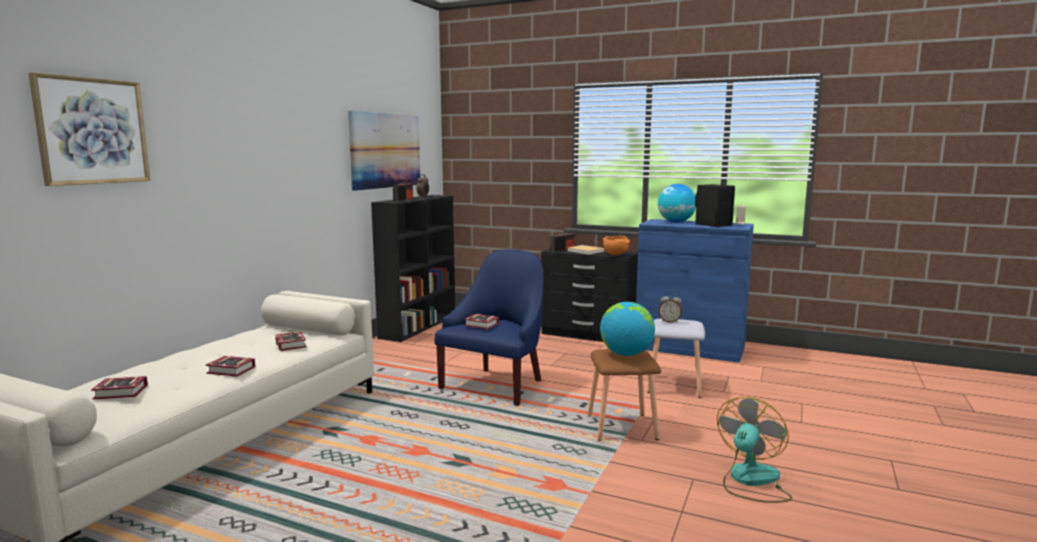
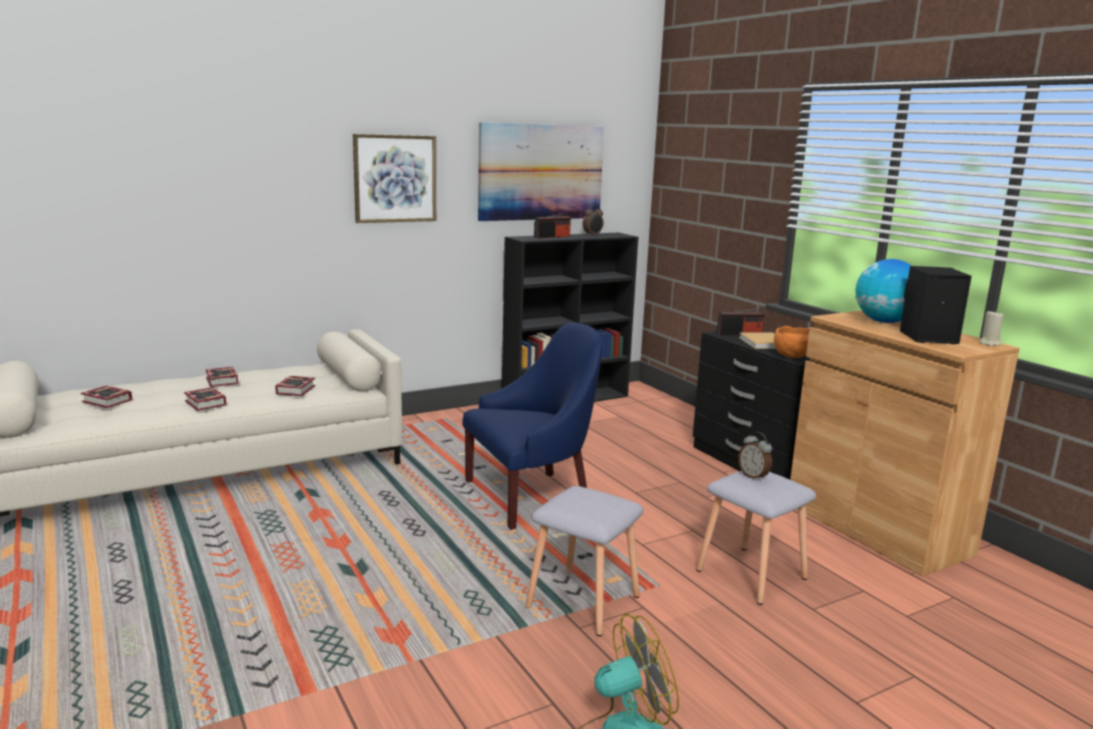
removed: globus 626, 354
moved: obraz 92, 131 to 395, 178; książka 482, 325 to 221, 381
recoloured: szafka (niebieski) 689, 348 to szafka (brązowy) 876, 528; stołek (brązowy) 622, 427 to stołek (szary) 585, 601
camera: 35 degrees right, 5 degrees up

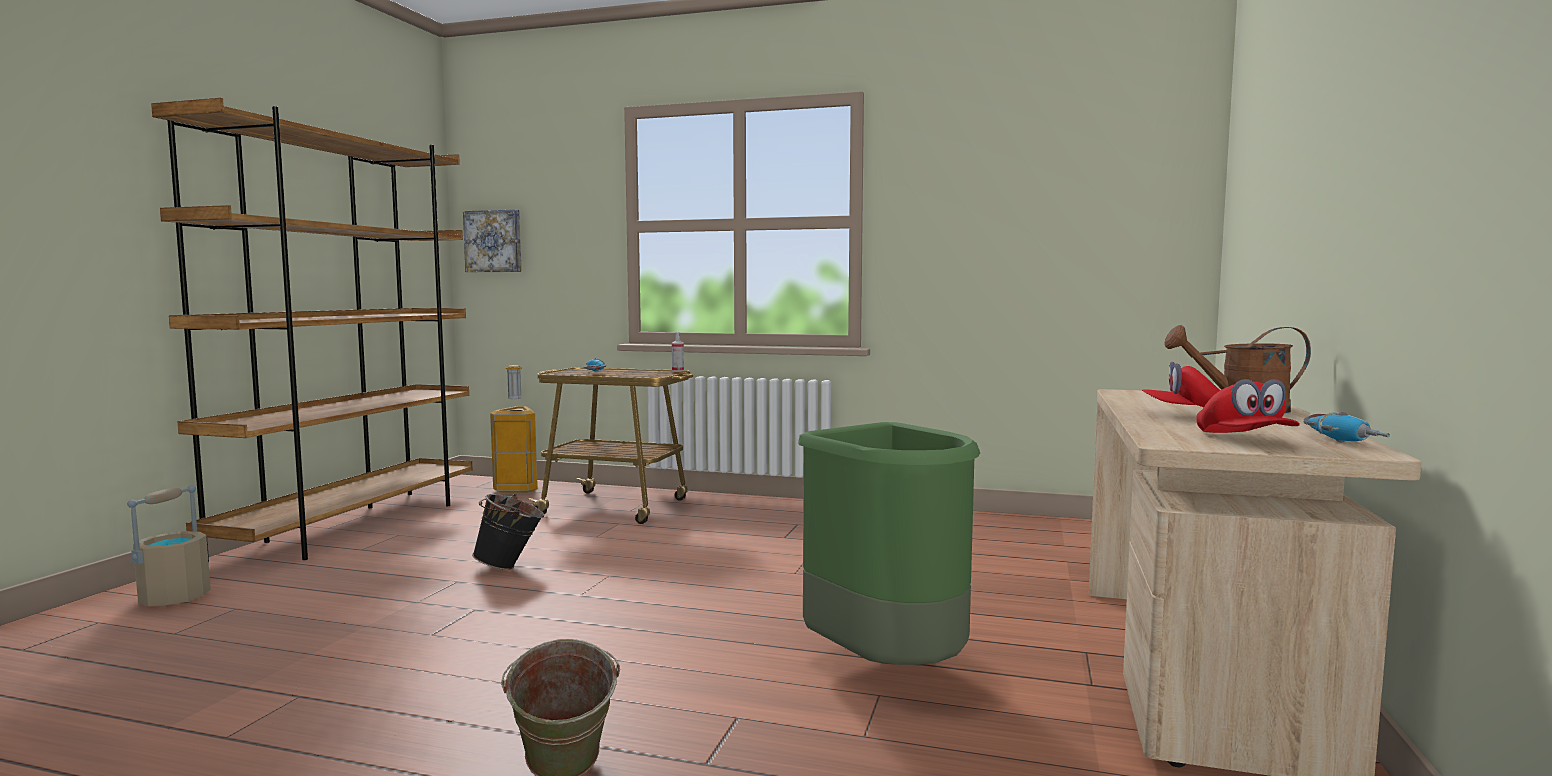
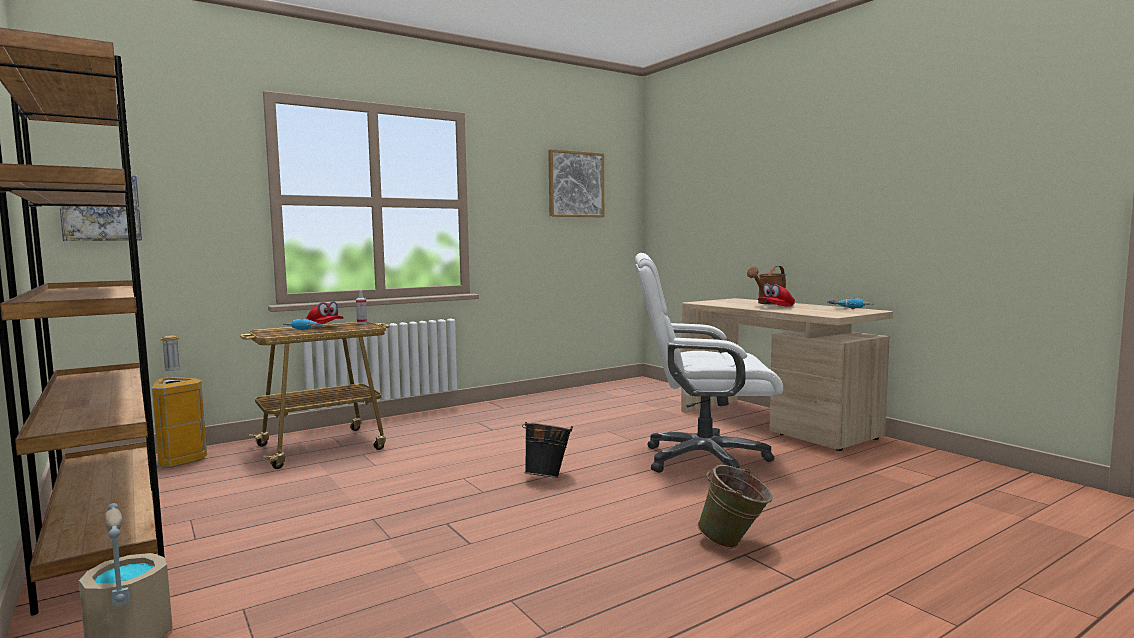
added: obraz 575, 184
moved: czapka z daszkiem (czerwony) 1244, 440 to 324, 326; wiadro (czarny) 511, 567 to 547, 477
replaced: kosz na śmieci (zielony) 889, 667 to krzesło biurowe (biały) 703, 460
camera: 50 degrees left, 0 degrees up

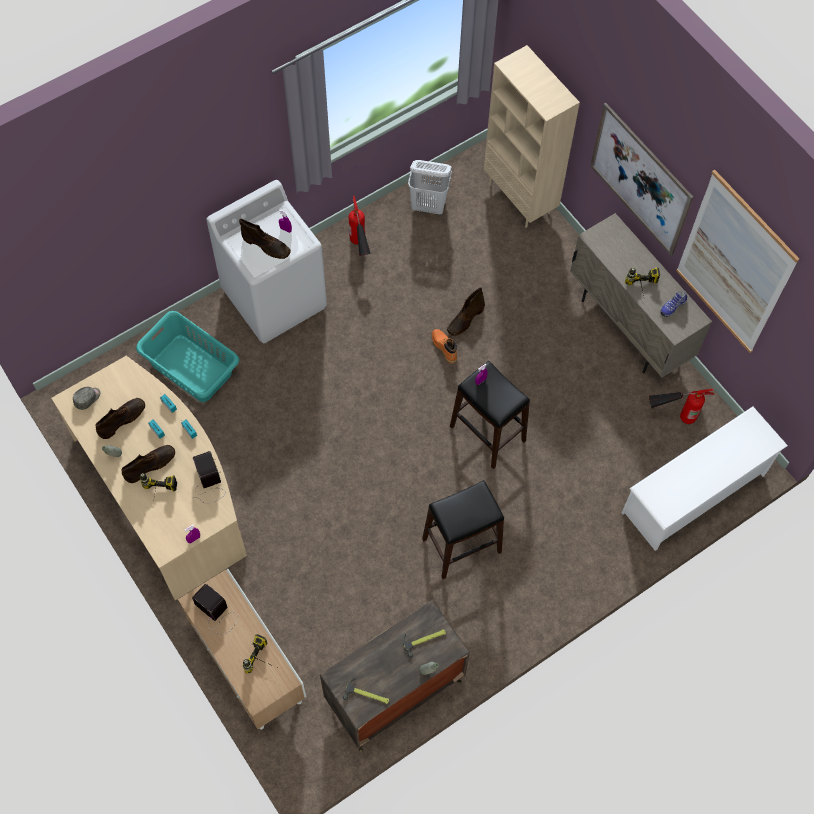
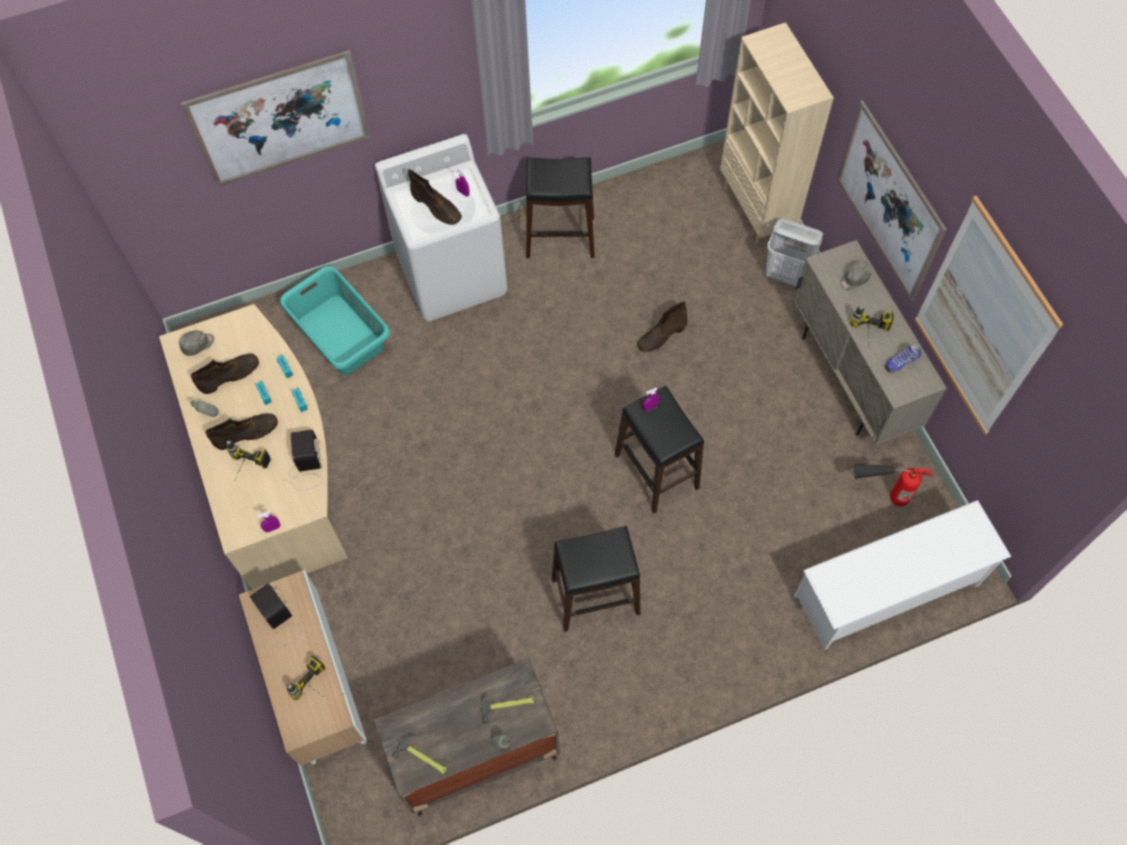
removed: but z cholewką (pomarańczowy) 444, 347
added: obraz 280, 119; czapka z daszkiem (szary) 854, 279
moved: kosz na pranie (biały) 429, 205 to 786, 274
replaced: gaśnica 360, 250 to stołek (czarny) 560, 237
camera: 15 degrees right, 0 degrees up

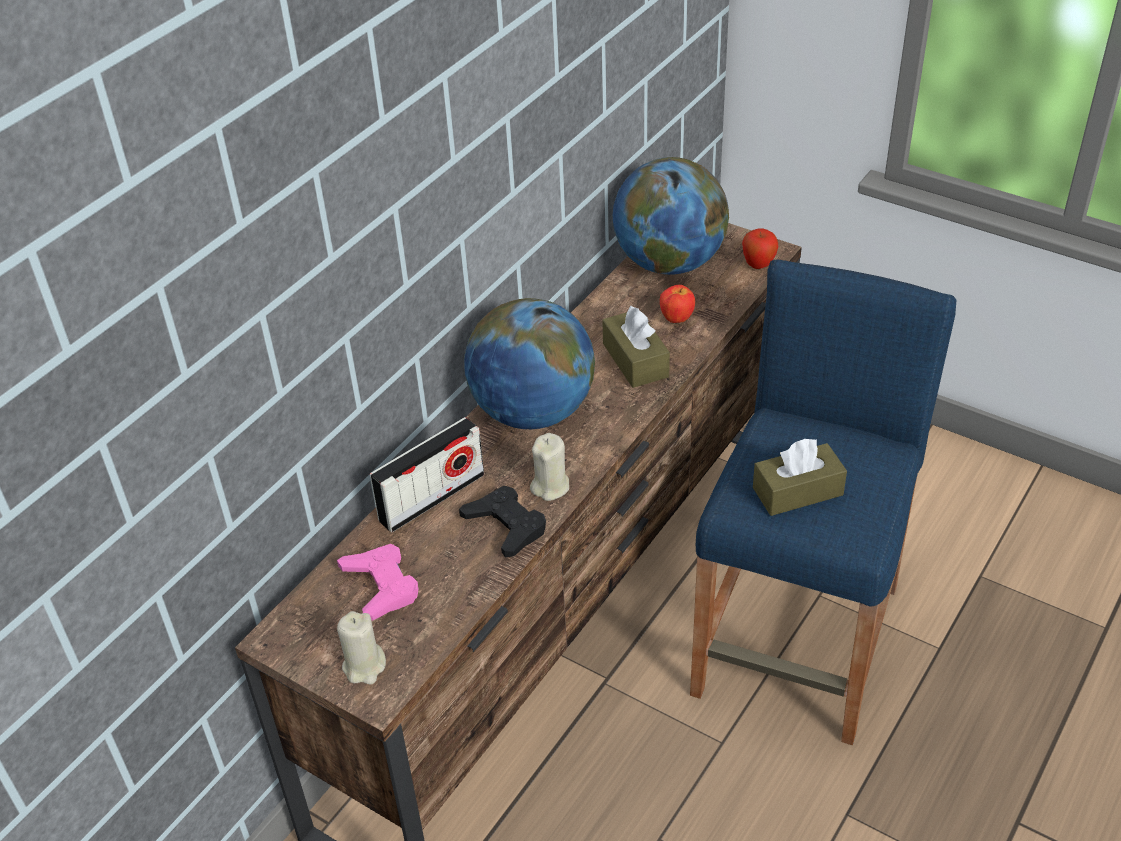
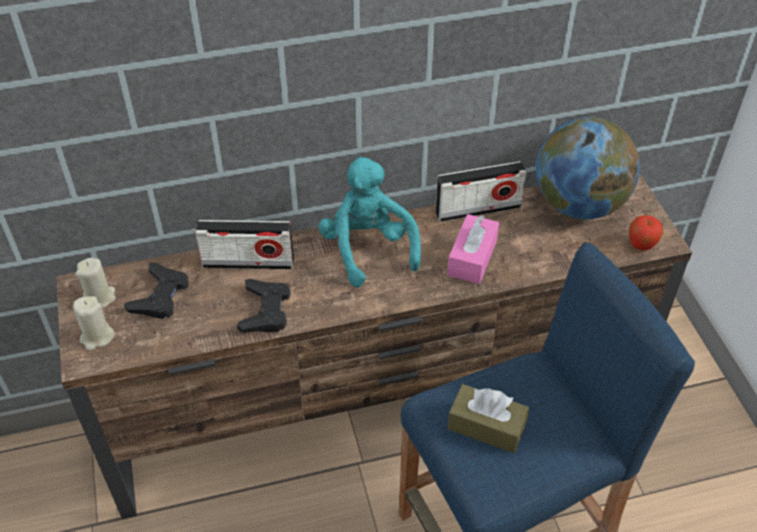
removed: jabłko 677, 319
added: radio 478, 209
moved: świeca (beżowy) 550, 486 to 99, 297
replaced: globus 533, 412 to pluszak (turkusowy) 368, 248
recoloured: pudełko chusteczek (brązowy) 635, 360 to pudełko chusteczek (różowy) 472, 258; pad do gier (różowy) 381, 586 to pad do gier (czarny) 160, 296
camera: 40 degrees right, 5 degrees up

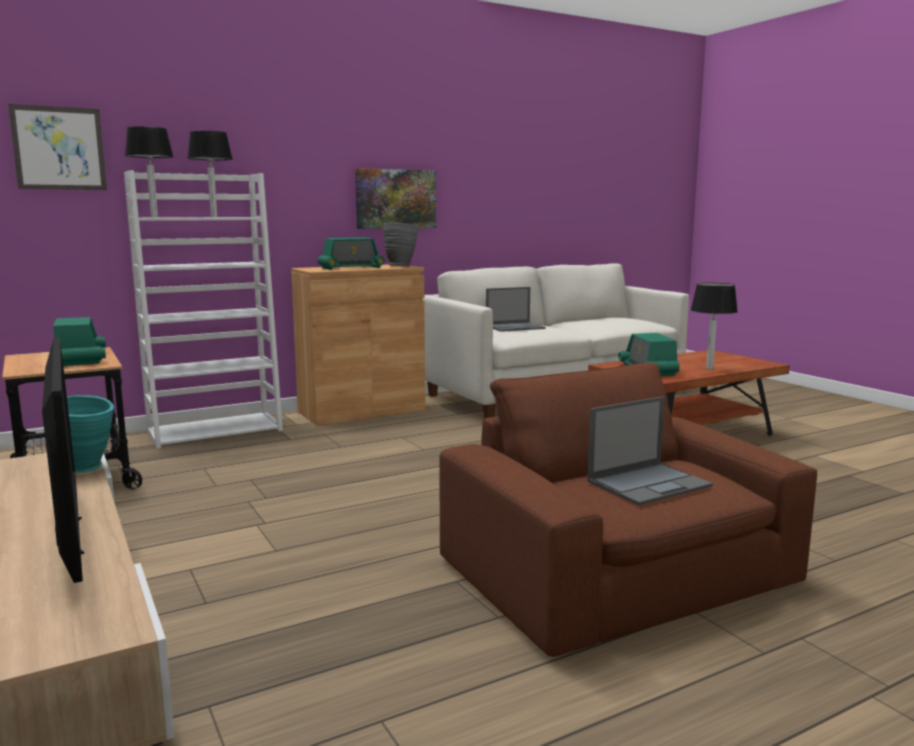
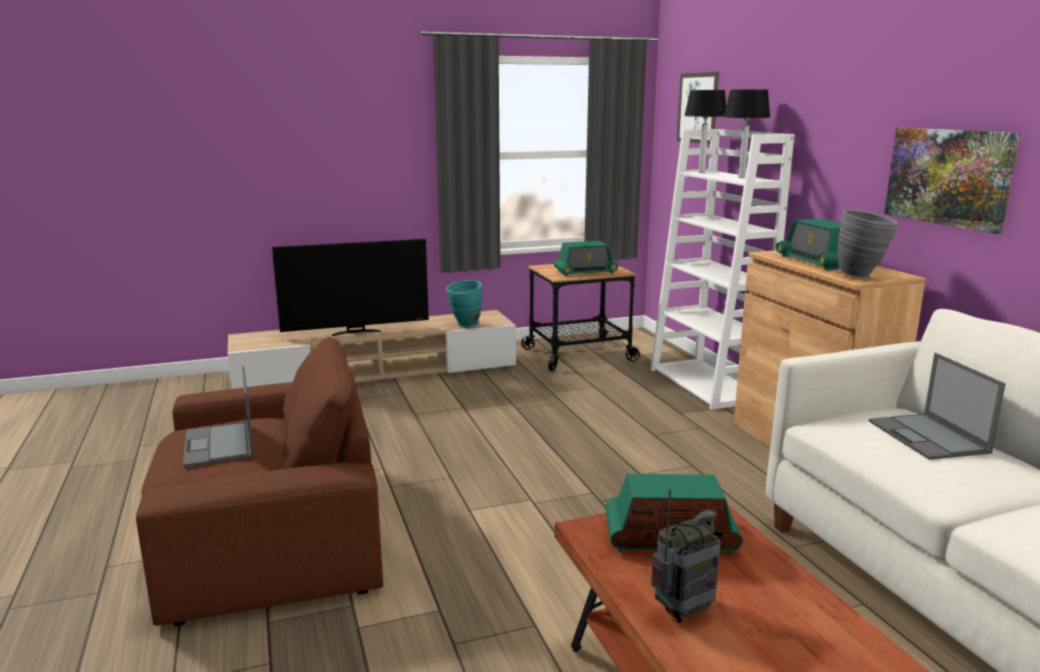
replaced: lampa stołowa 709, 368 to radio 683, 611
camera: 100 degrees right, 5 degrees up

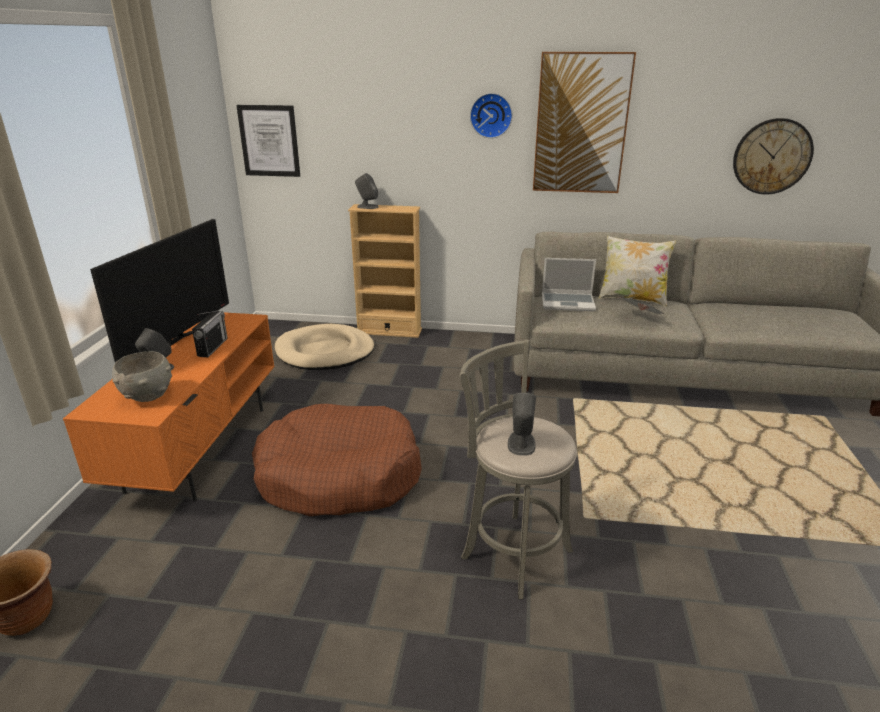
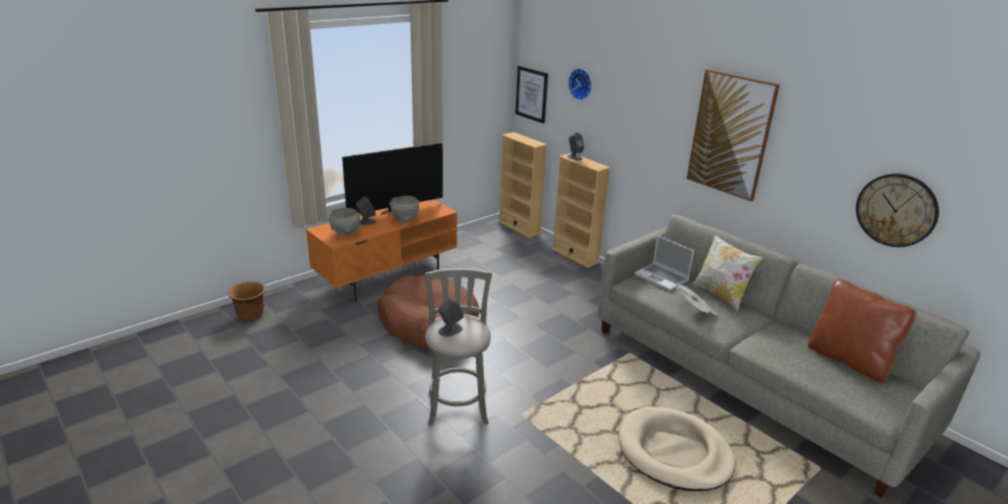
added: regał (beżowy) 519, 228; poduszka (brązowy) 848, 360
moved: zegar ścienny 491, 115 to 581, 84; legowisko (beżowy) 325, 352 to 674, 452
replaced: radio 212, 347 to miska (szary) 405, 220
camera: 40 degrees right, 0 degrees up

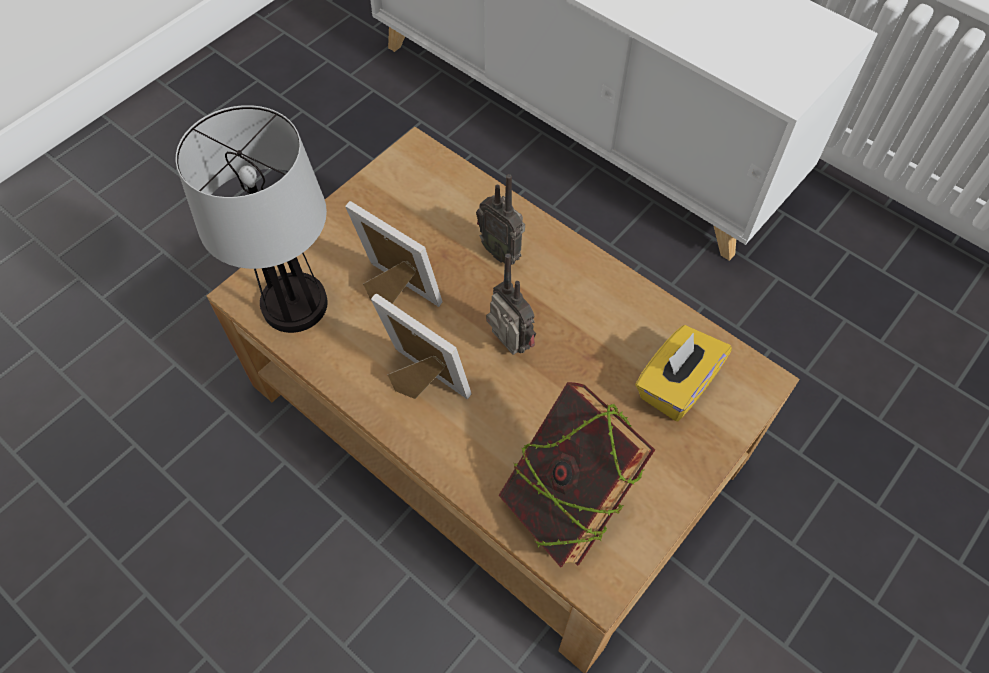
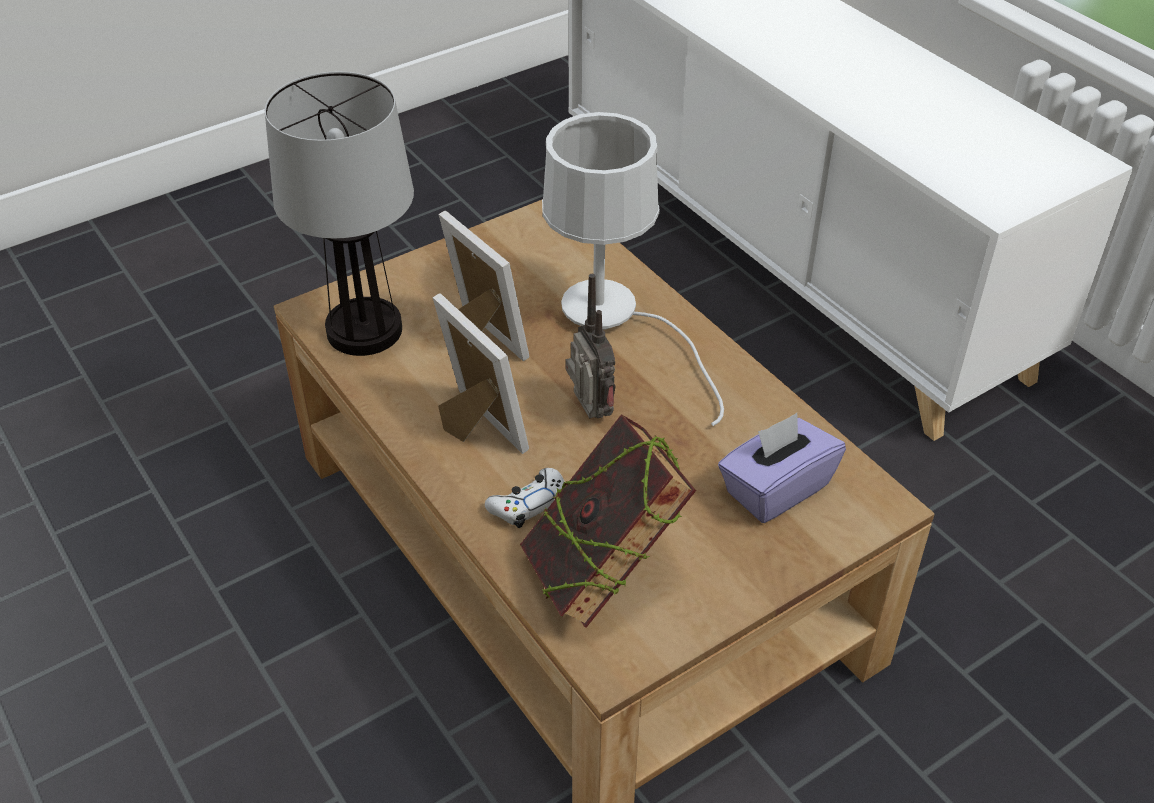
added: pad do gier (biały) 528, 504
replaced: radio 502, 251 to lampa stołowa (biały) 616, 323
recoloured: pudełko chusteczek (żółty) 676, 385 to pudełko chusteczek (fioletowy) 775, 489
camera: 15 degrees right, 15 degrees down

